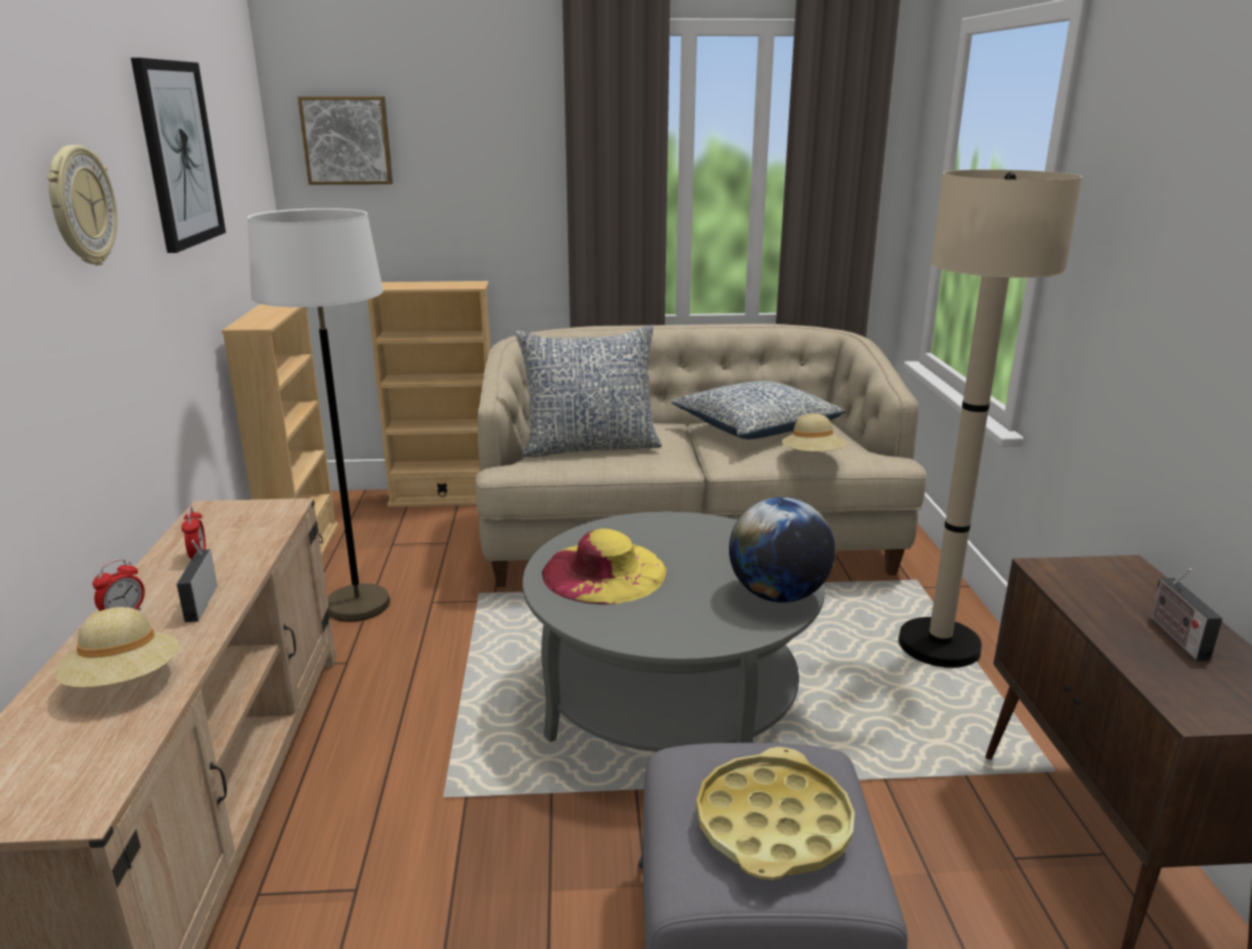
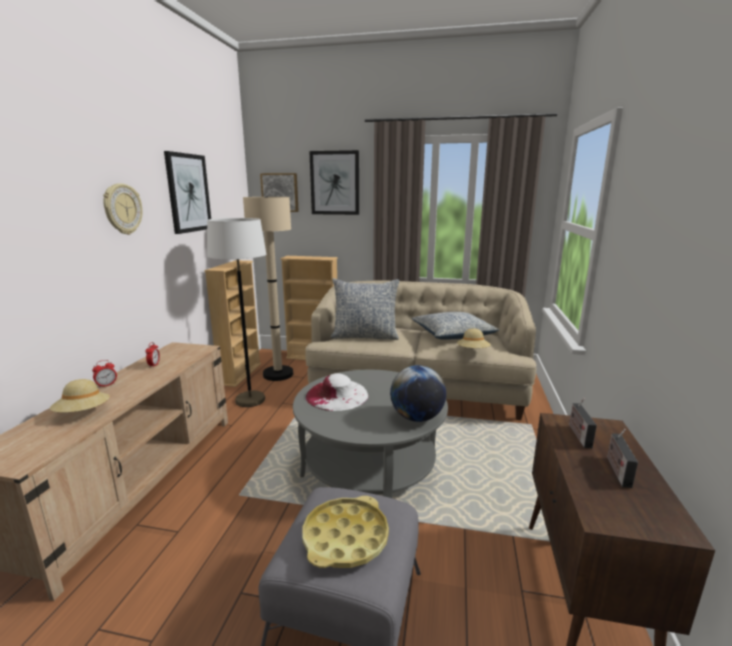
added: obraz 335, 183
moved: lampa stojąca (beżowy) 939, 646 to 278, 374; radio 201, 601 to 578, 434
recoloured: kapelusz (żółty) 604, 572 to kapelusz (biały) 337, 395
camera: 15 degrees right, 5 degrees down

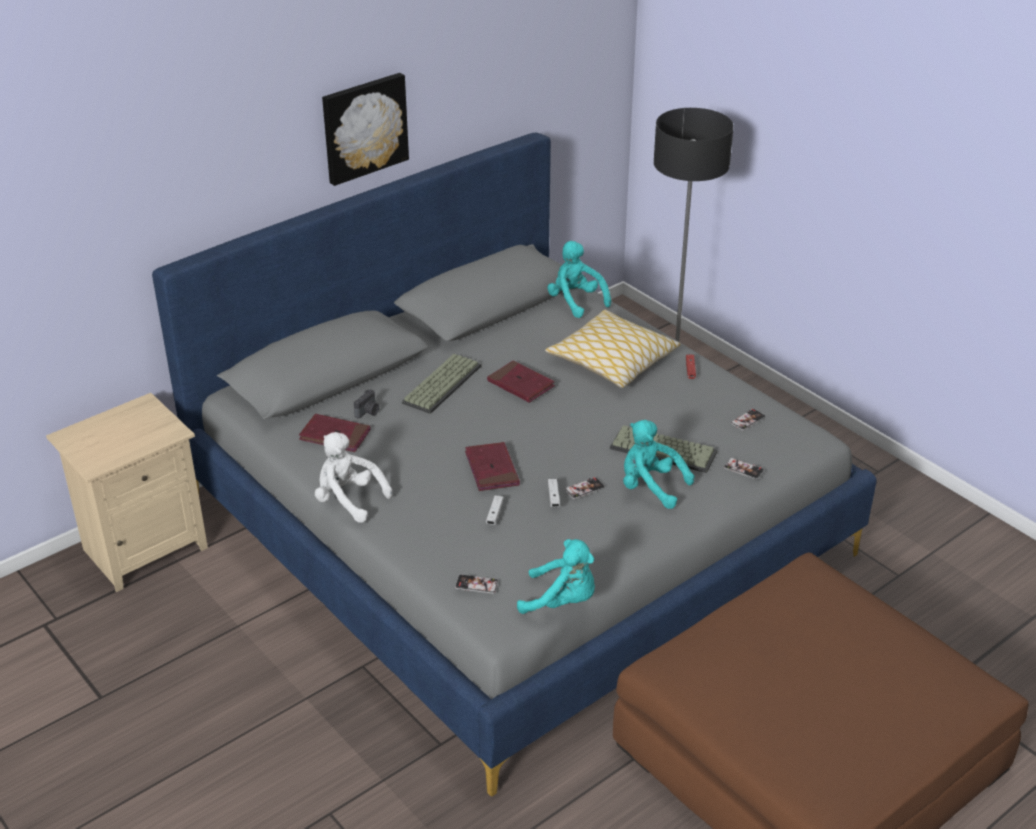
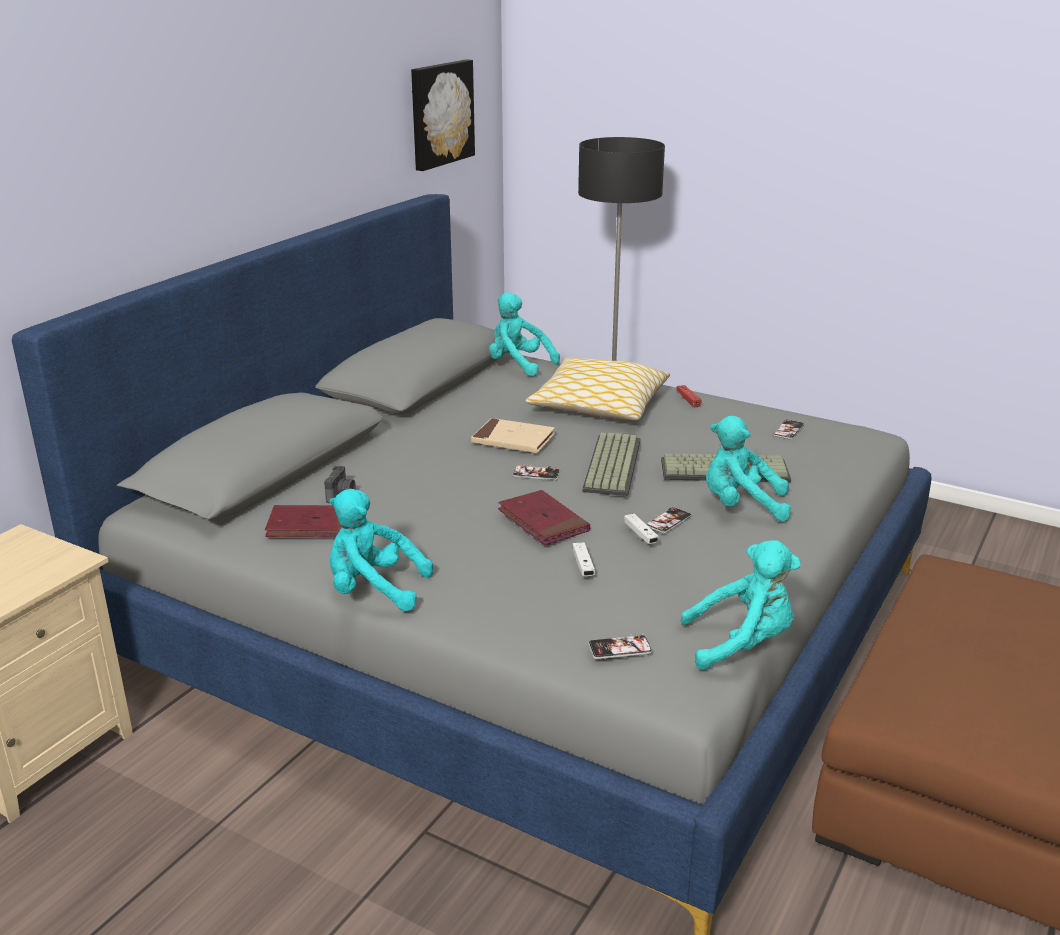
moved: obraz 364, 127 to 440, 114; klawiatura 441, 383 to 610, 464; telefon 743, 469 to 536, 474
recoloured: książka (czerwony) 521, 384 to książka (beżowy) 513, 440; pluszak (biały) 348, 500 to pluszak (turkusowy) 373, 590
camera: 20 degrees left, 10 degrees down

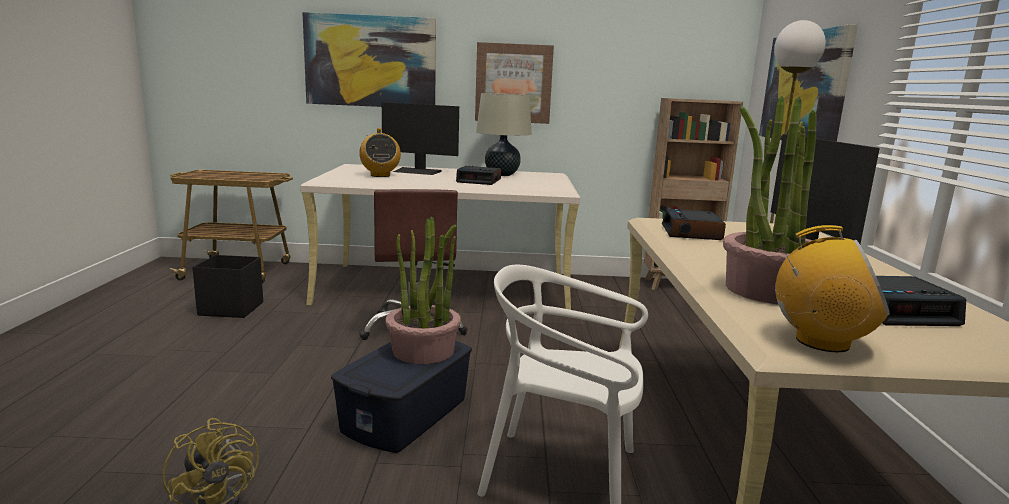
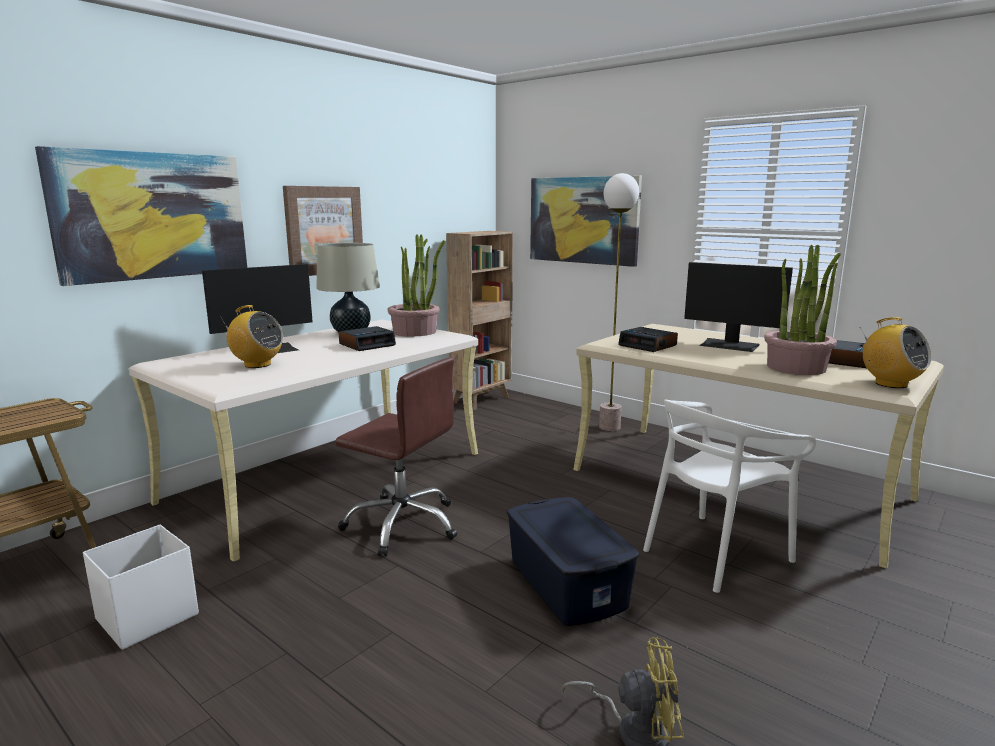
moved: roślina doniczkowa 423, 351 to 415, 332
recoloured: pojemnik do przechowywania (czarny) 230, 308 to pojemnik do przechowywania (biały) 146, 617
turned: radio 821, 342 = 890, 384 90 degrees clockwise
camera: 50 degrees left, 0 degrees up

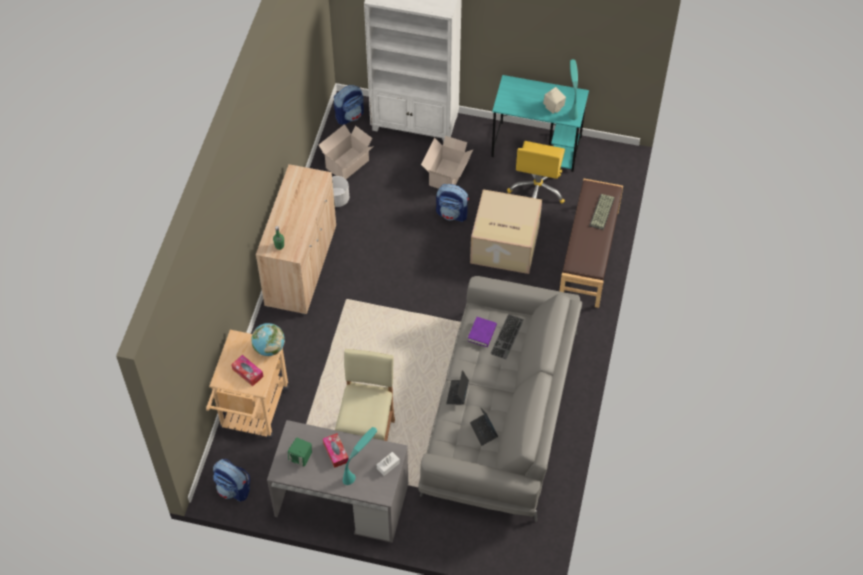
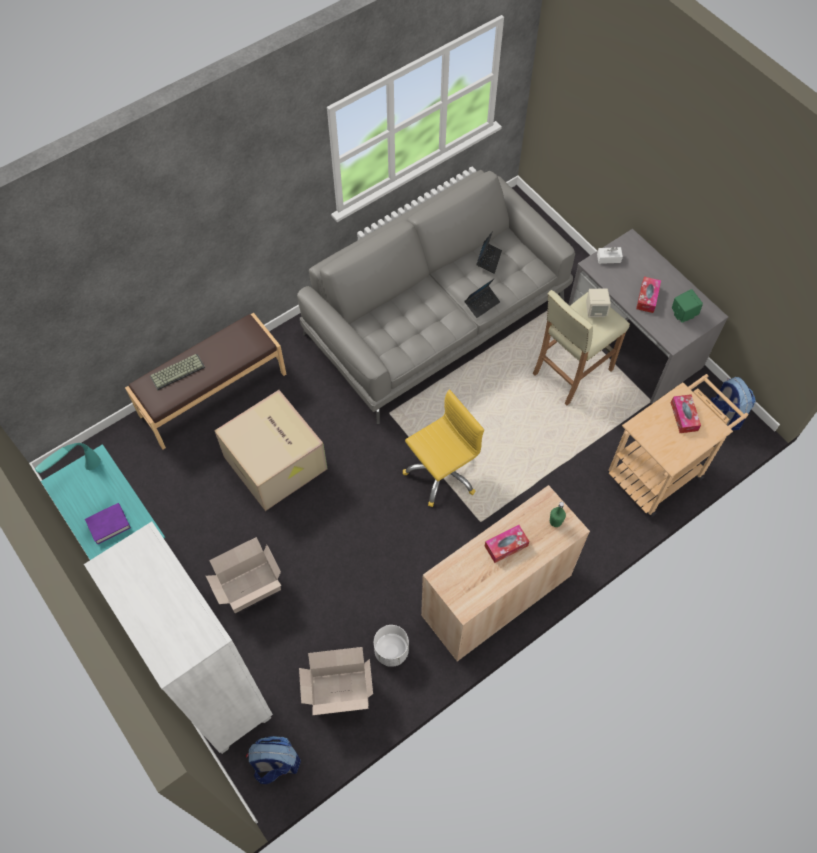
removed: plecak 452, 213; klawiatura 507, 337; globus 269, 348; lampa stołowa (turkusowy) 360, 468
added: pudełko chusteczek 506, 546
moved: głośnik (beżowy) 553, 107 to 595, 310; krzesło biurowe (żółty) 537, 190 to 441, 472; książka (fioletowy) 482, 333 to 108, 524
camera: 140 degrees left, 5 degrees up

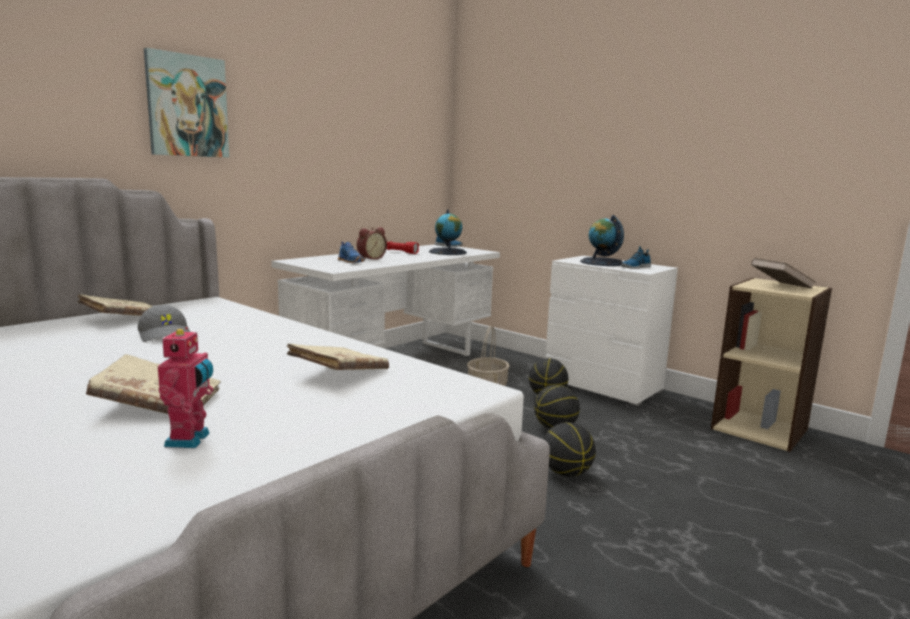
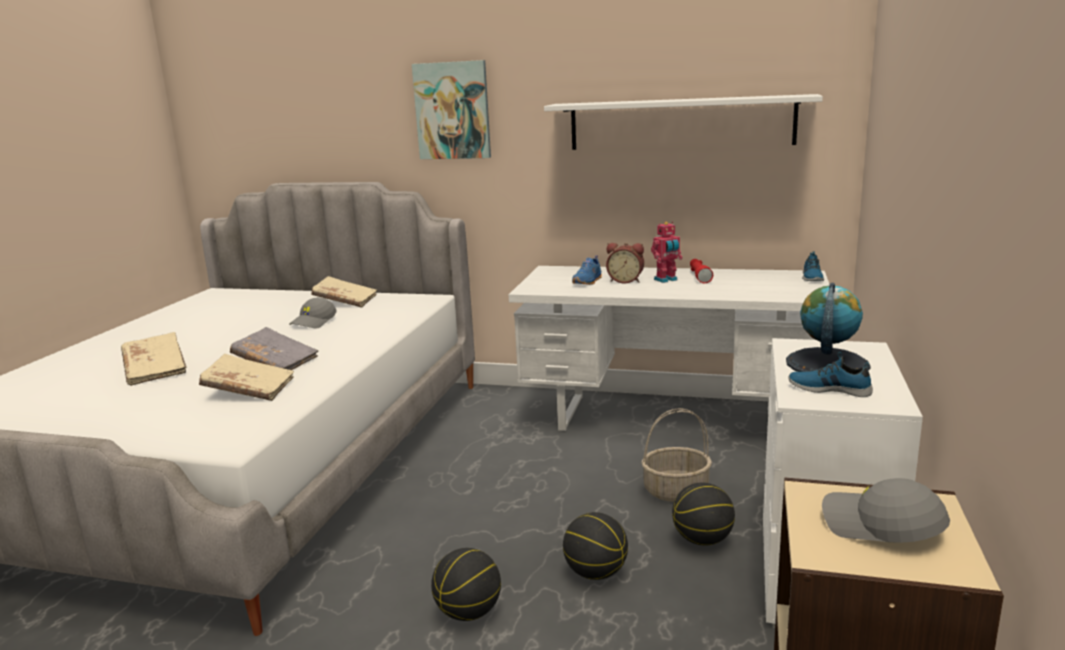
removed: globus 448, 252
added: półka (biały) 680, 123; książka (szary) 276, 363
moved: robot zabawkowy 190, 440 to 666, 280
replaced: książka (brązowy) 780, 286 to czapka z daszkiem (szary) 880, 527
camera: 65 degrees right, 5 degrees up

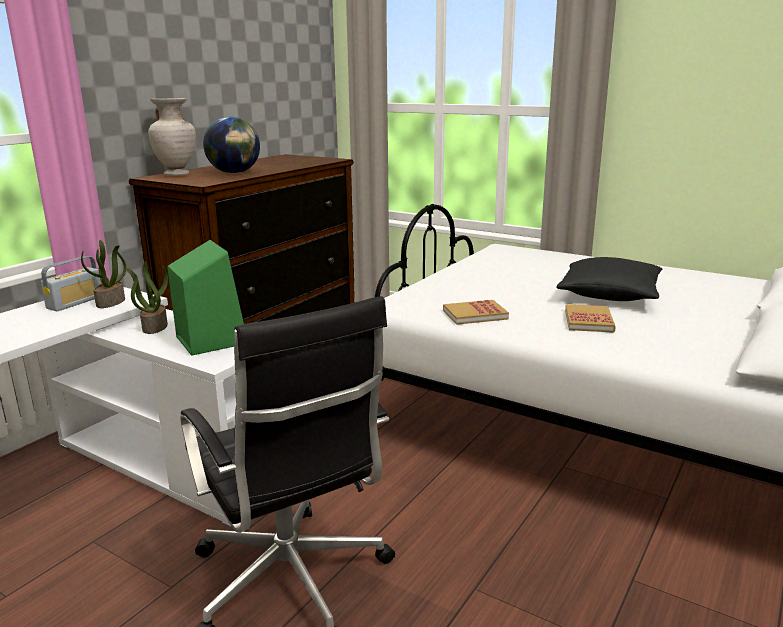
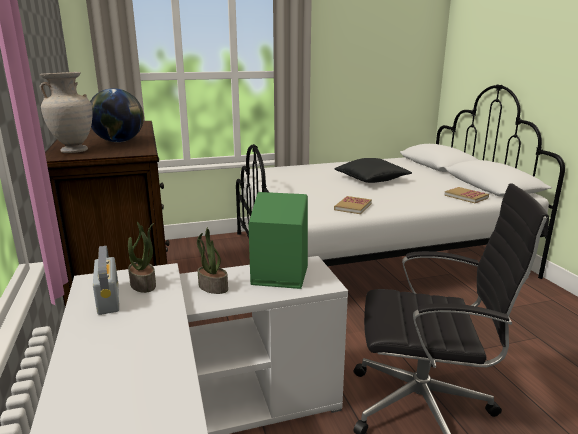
moved: książka 588, 321 to 466, 196
camera: 50 degrees left, 0 degrees up

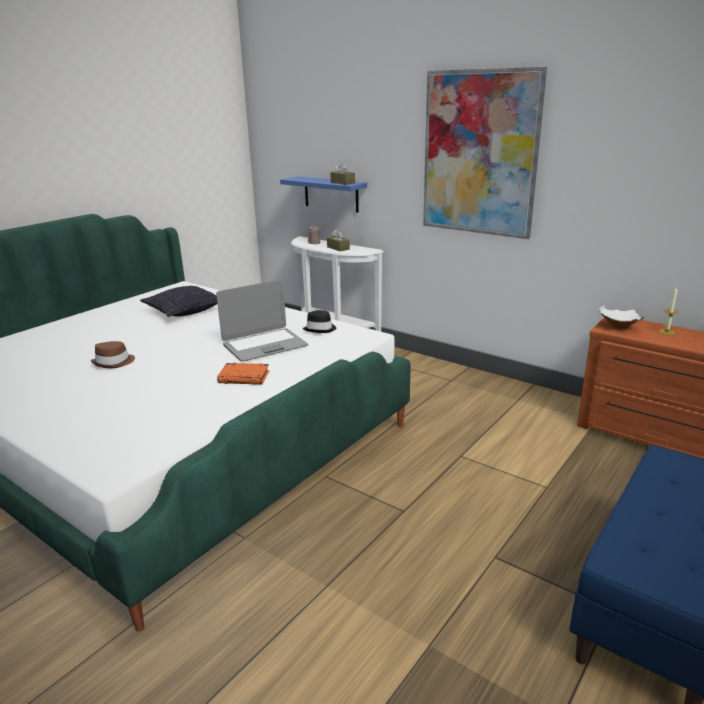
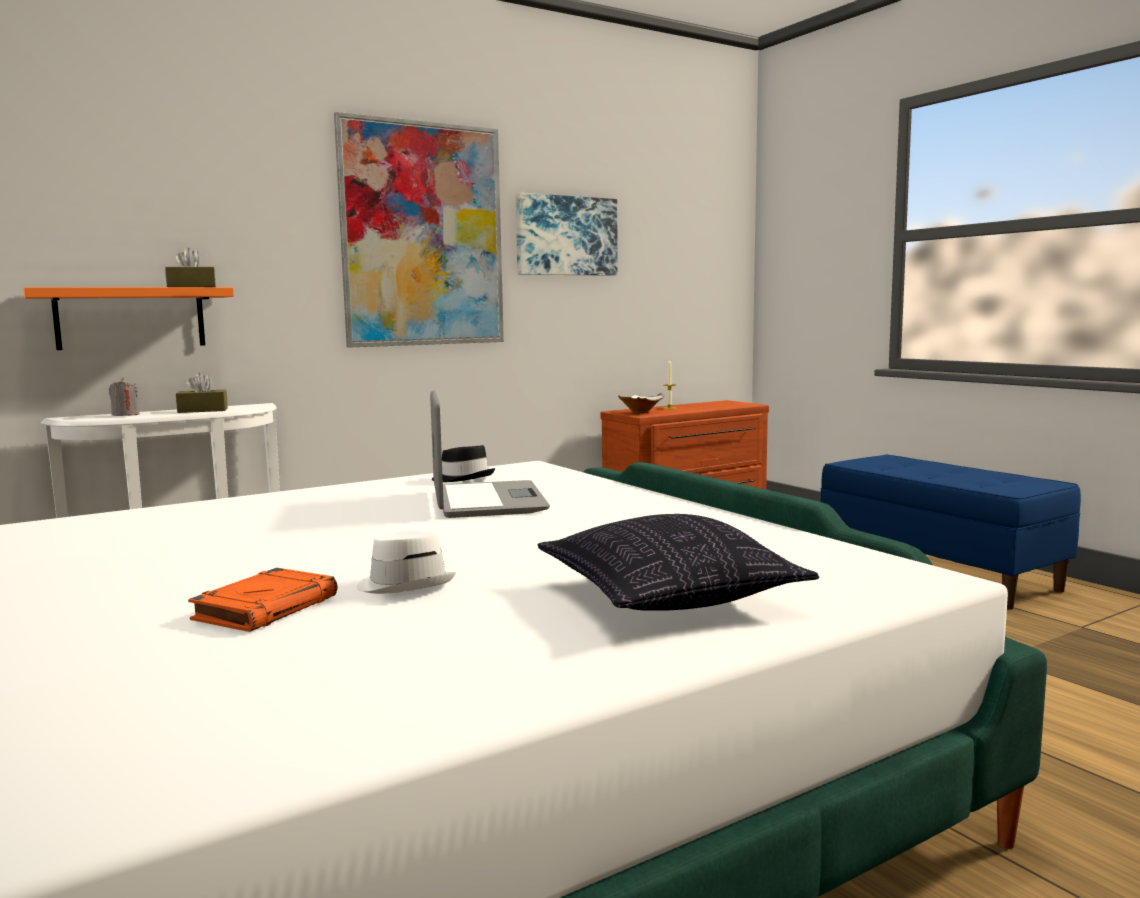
added: obraz 566, 236
moved: poduszka 185, 311 to 667, 597; książka (pomarańczowy) 244, 377 to 266, 608
recoloured: półka (niebieski) 331, 194 to półka (pomarańczowy) 131, 318; kapelusz (brązowy) 114, 362 to kapelusz (biały) 405, 584
camera: 70 degrees left, 15 degrees down

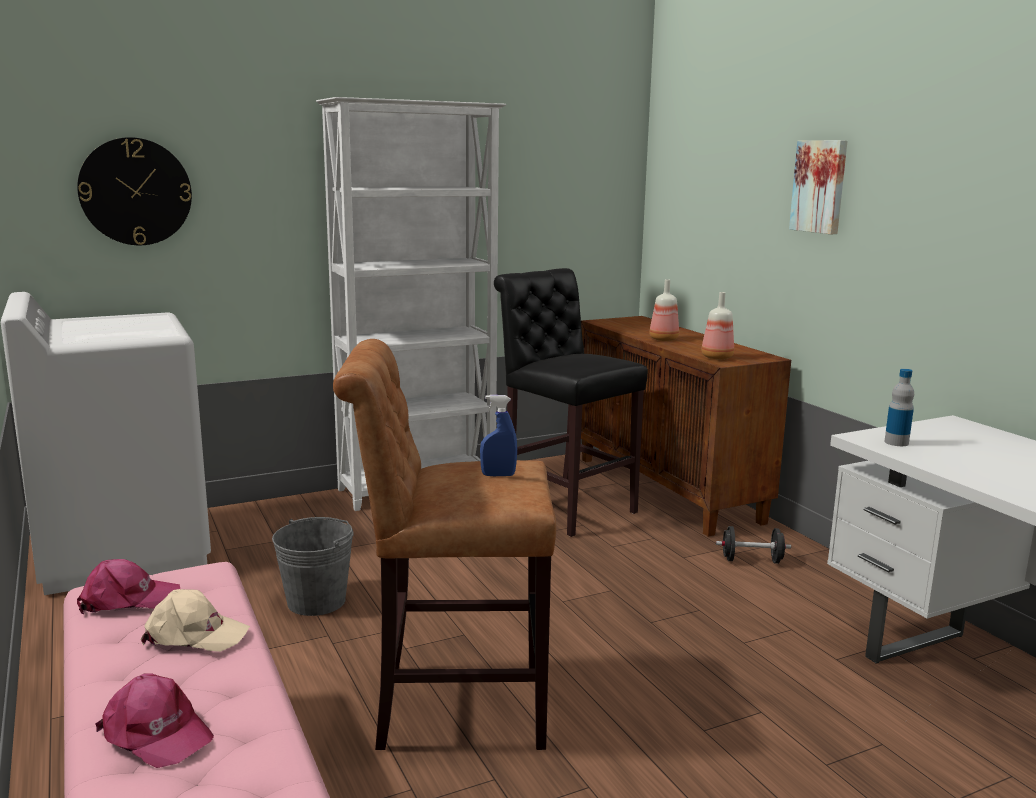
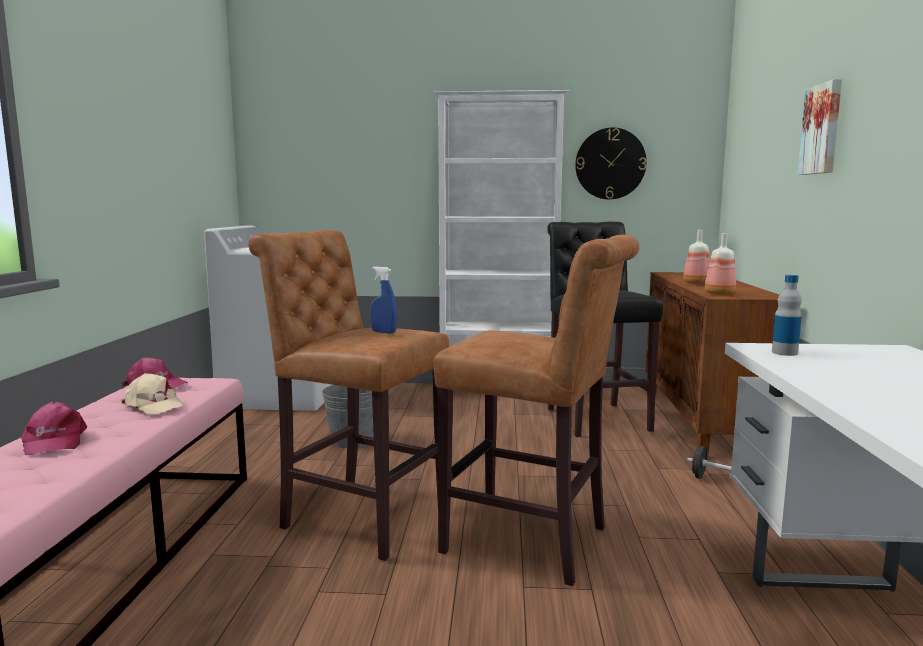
added: stołek (brązowy) 534, 543
moved: zegar ścienny 135, 192 to 610, 164
camera: 30 degrees right, 5 degrees down

